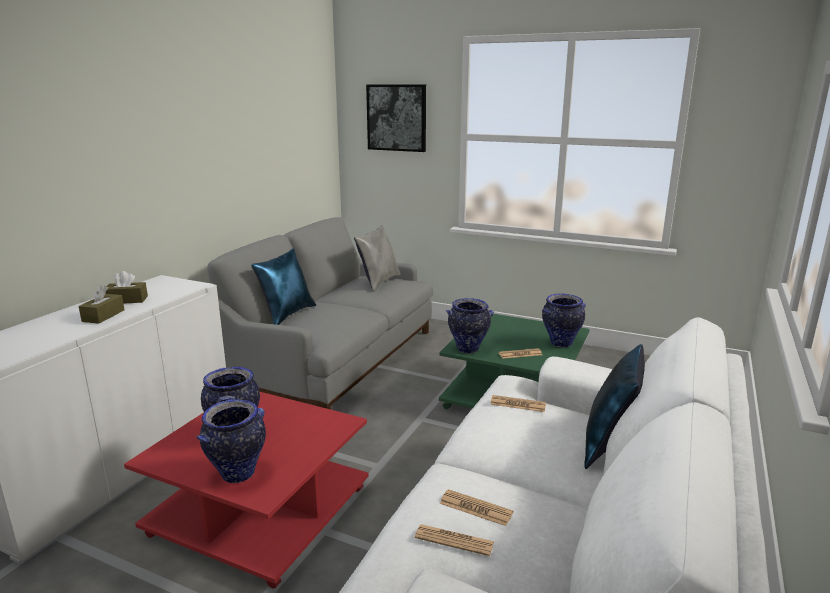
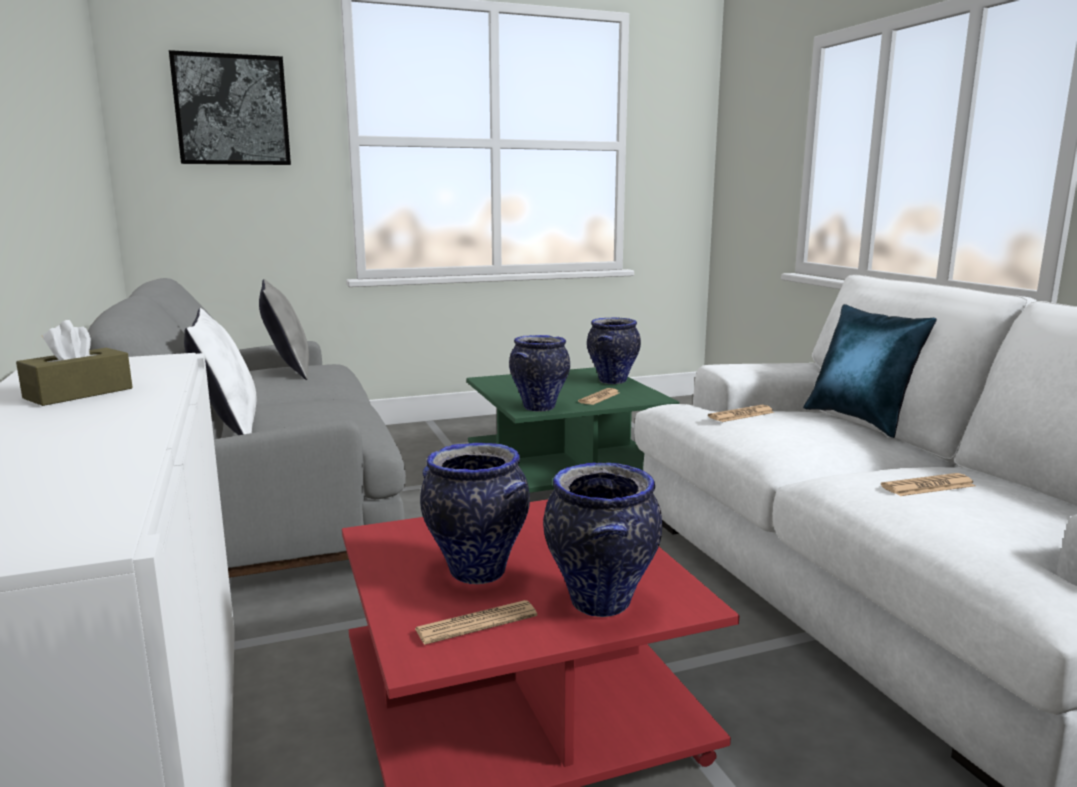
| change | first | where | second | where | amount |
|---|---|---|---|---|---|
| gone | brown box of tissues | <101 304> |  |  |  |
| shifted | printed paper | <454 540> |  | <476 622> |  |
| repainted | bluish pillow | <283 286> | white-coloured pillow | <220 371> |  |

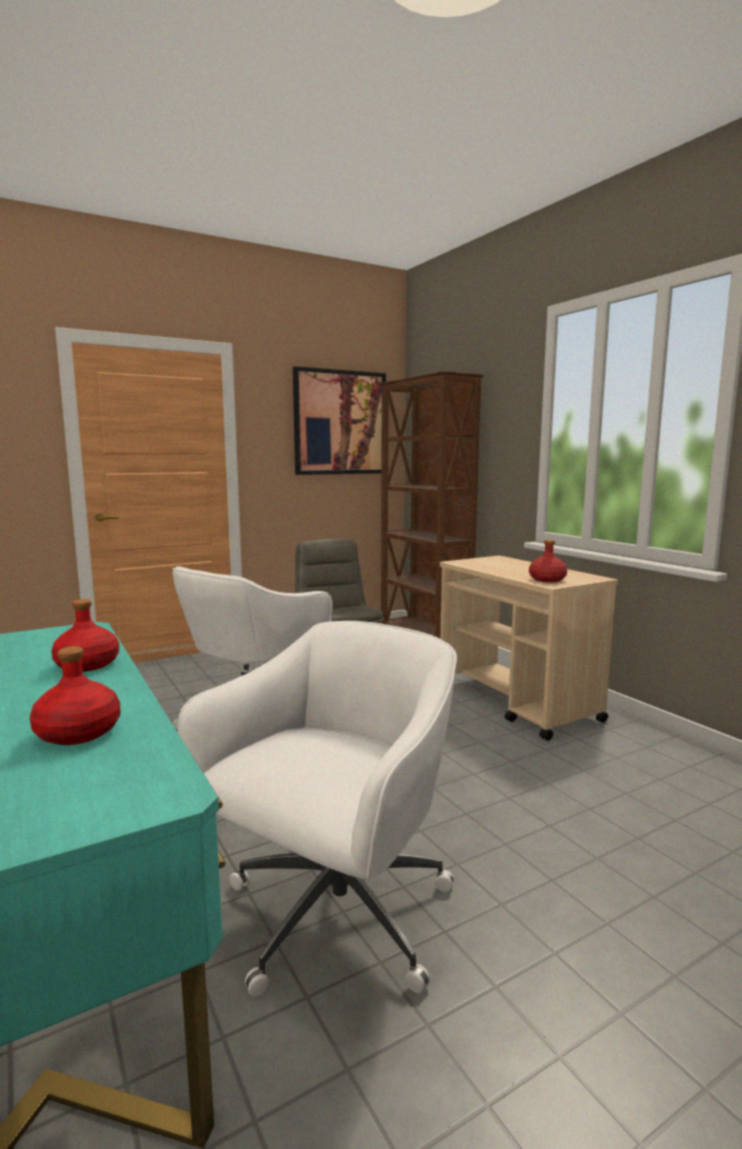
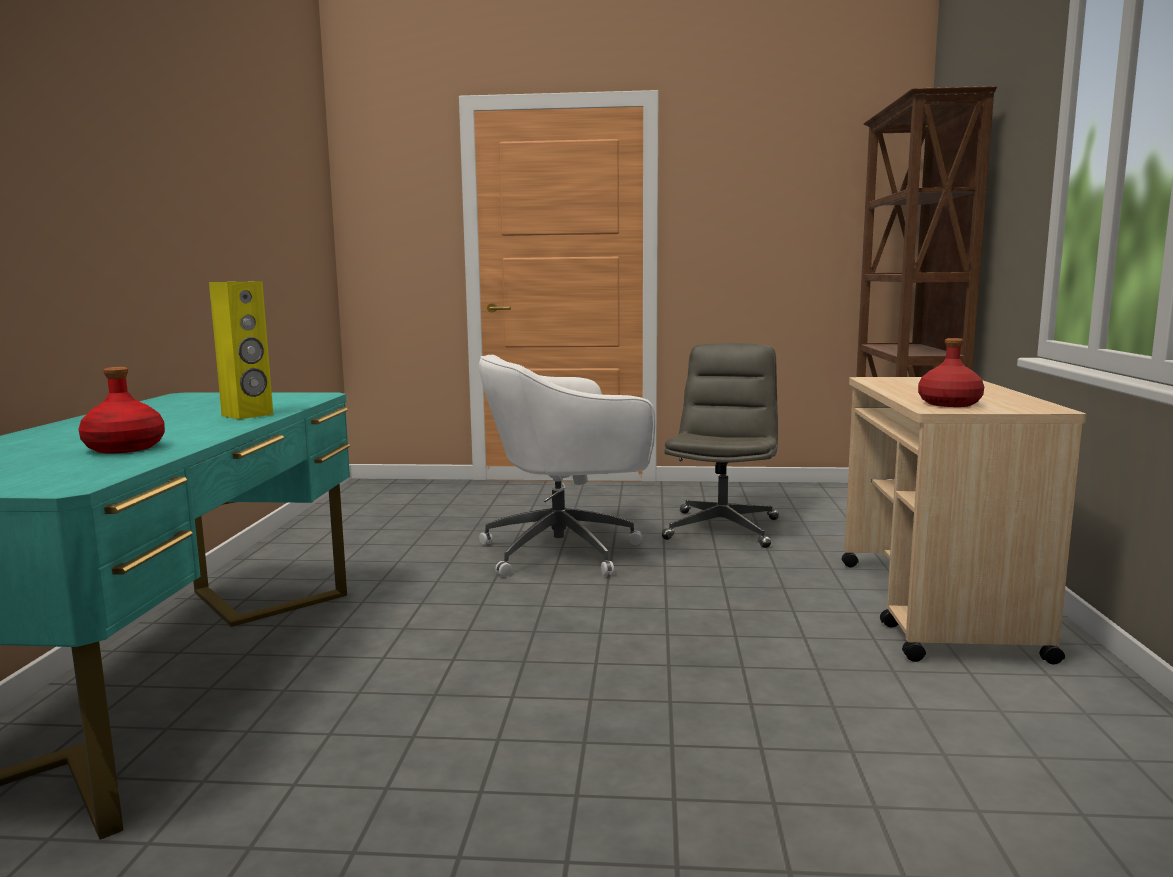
| change | first | where | second | where | amount |
|---|---|---|---|---|---|
| gone | white-coloured office chair | <317 809> |  |  |  |
| gone | wall art | <339 420> |  |  |  |
| swapped | red-coloured drink bottle | <85 635> | yellow loudspeaker | <241 350> |  |

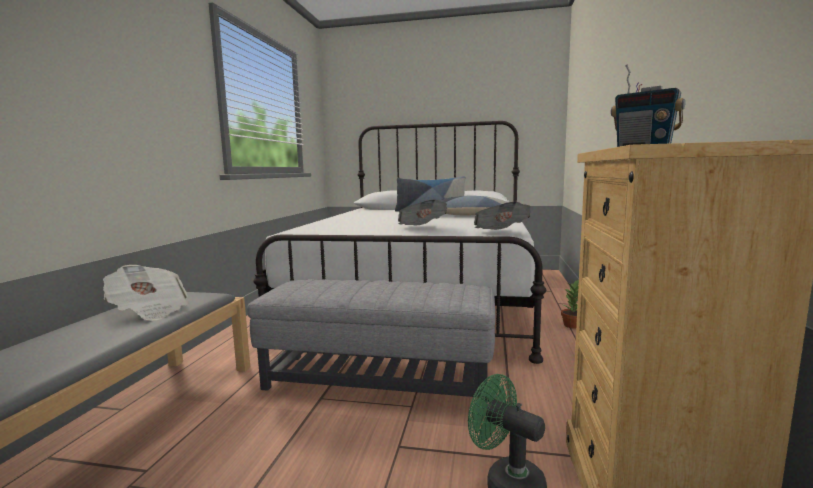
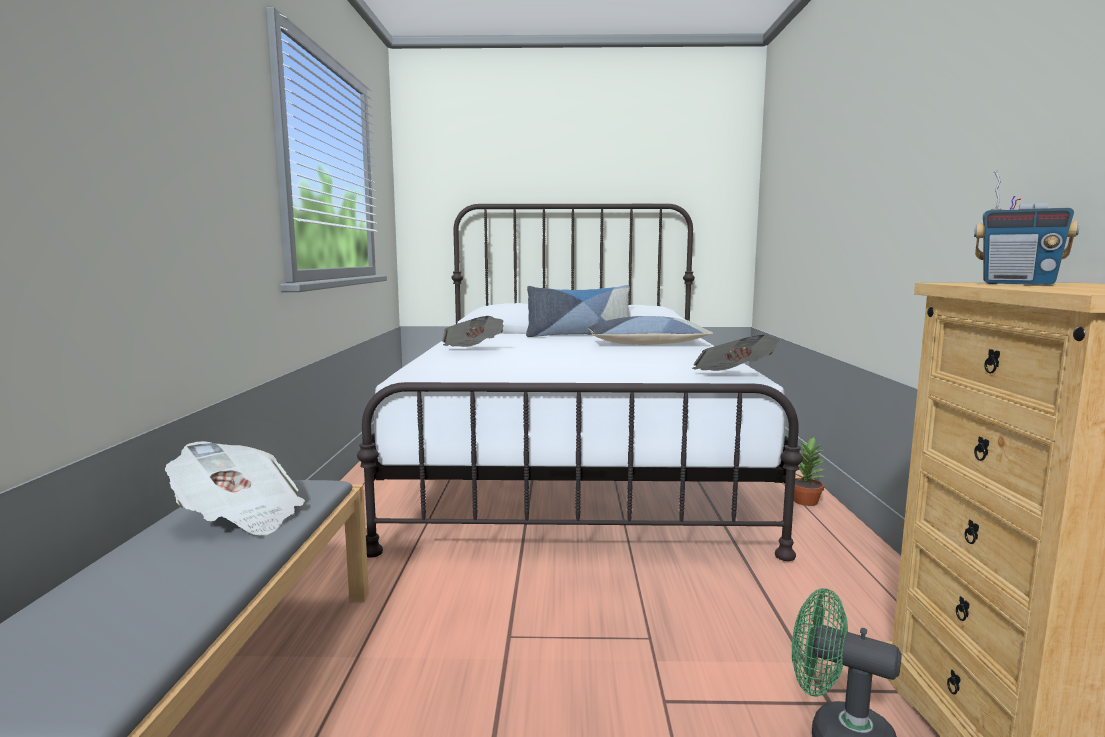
| change | first | where | second | where | amount |
|---|---|---|---|---|---|
| gone | grey footrest | <371 339> |  |  |  |
| shifted | printed paper | <422 212> |  | <473 331> |  |

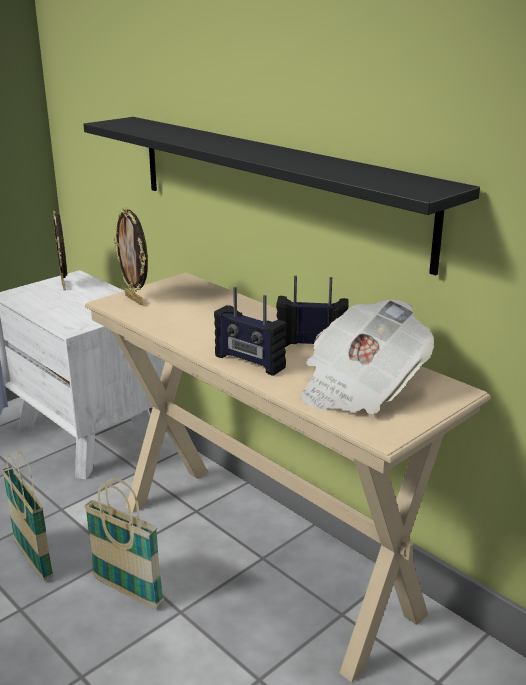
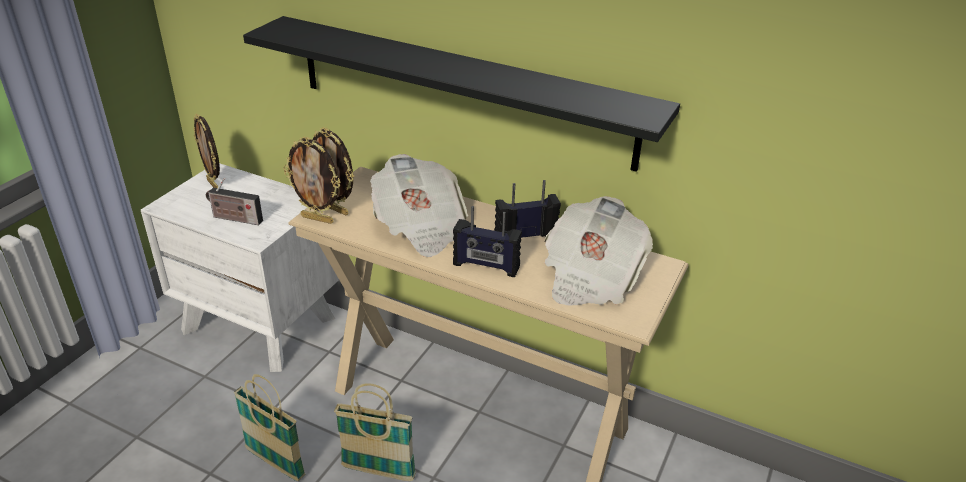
| change | first | where | second | where | amount |
|---|---|---|---|---|---|
| new |  |  | radio receiver | <234 201> |  |
| new |  |  | picture frame | <312 180> |  |
| new |  |  | printed paper | <419 205> |  |

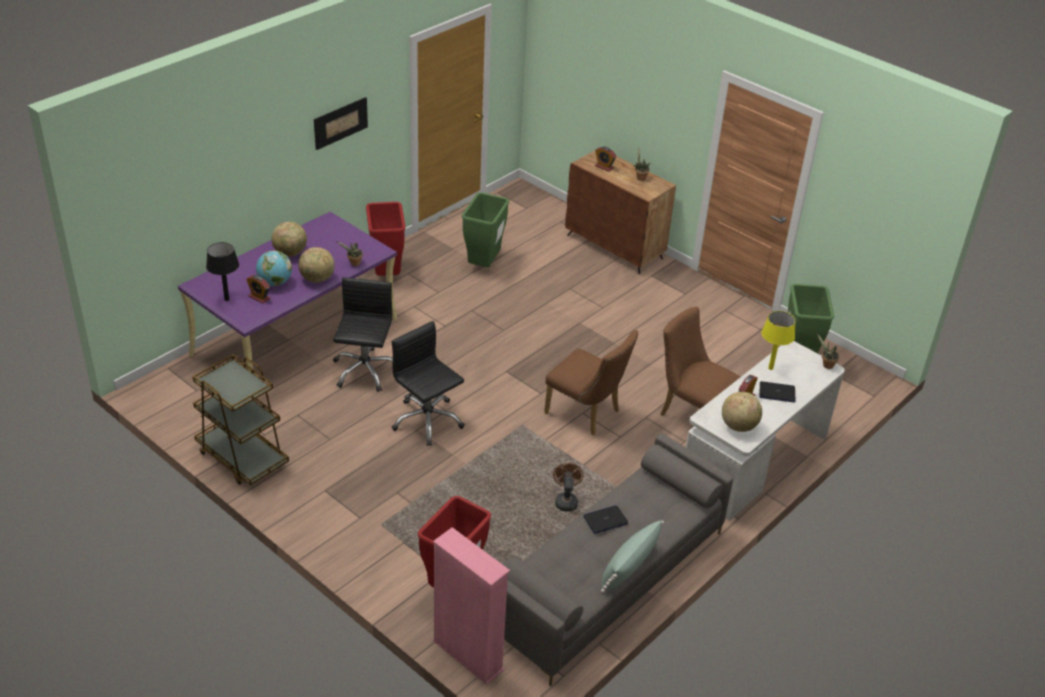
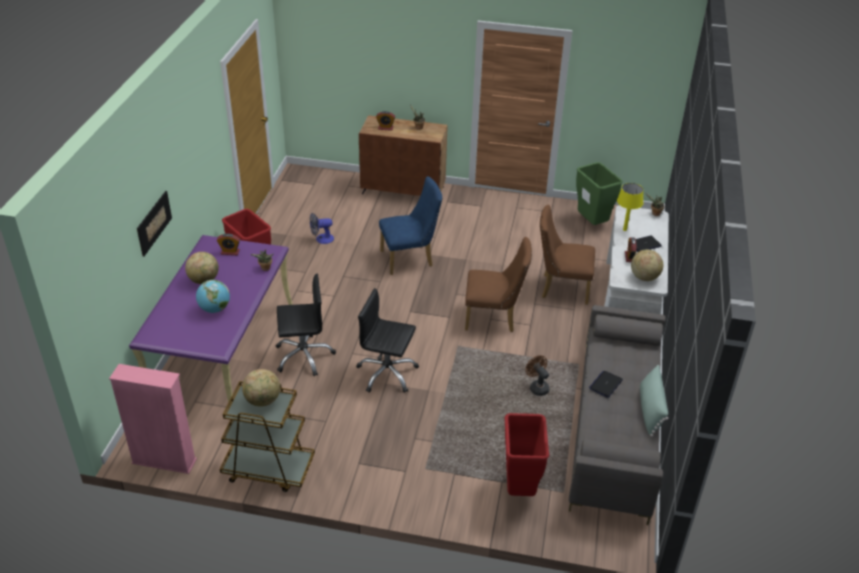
| change | first | where | second | where | amount |
|---|---|---|---|---|---|
| gone | black-coloured lamp for a table | <222 271> |  |  |  |
| new |  |  | bluish chair | <410 225> |  |
| shifted | table clock | <258 289> |  | <228 244> |  |
| shifted | globe | <316 265> |  | <261 388> |  |
| shifted | wall art | <341 123> |  | <154 224> |  |
| shifted | pink bookshelf | <471 606> |  | <153 419> |  |
| swapped | greenish waste bin | <485 229> | fan | <322 228> |  |
| rotated | black-coloured office chair | <363 334> |  | <306 325> | 105 degrees clockwise |

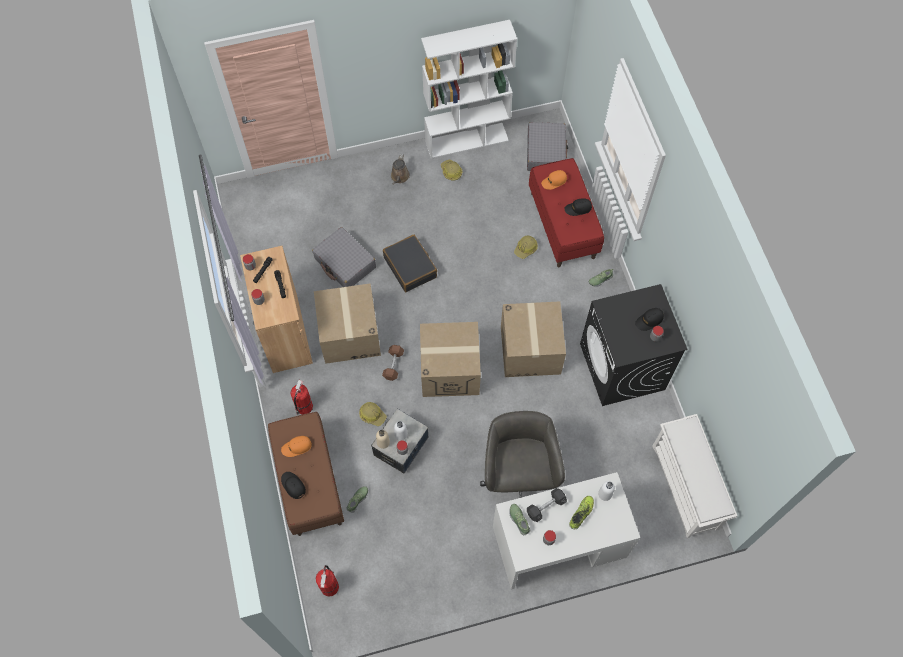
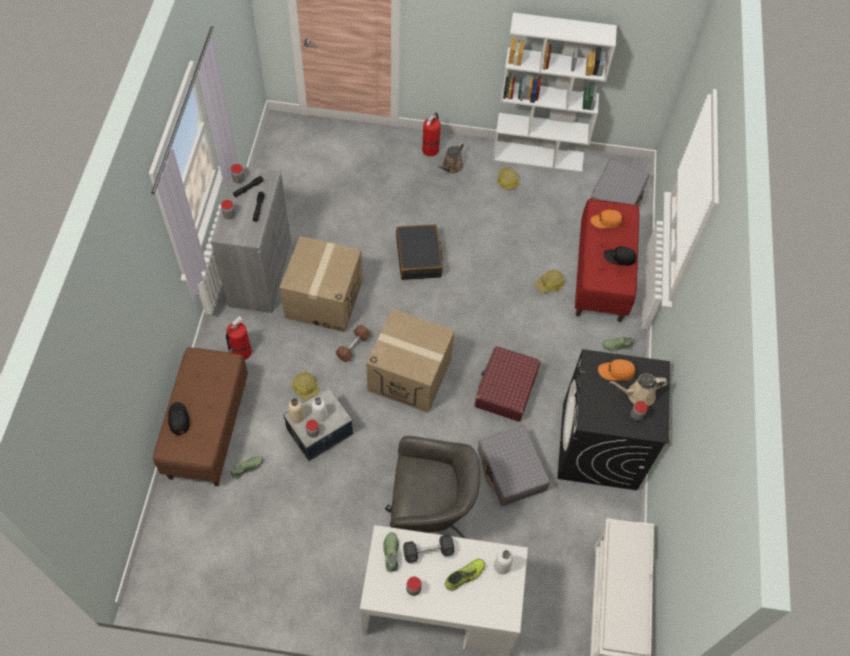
| change | first | where | second | where | amount |
|---|---|---|---|---|---|
| shifted | orange baseball cap | <296 446> |  | <616 370> |  |
| shifted | grey suitcase | <344 257> |  | <514 466> |  |
| shifted | fire extinguisher | <327 581> |  | <431 134> |  |
| swapped | packing box | <533 339> | red-coloured suitcase | <507 384> |  |
| swapped | black-coloured baseball cap | <649 319> | beige watering pot | <639 390> |  |
| repainted | brown cupboard | <276 309> | grey cupboard | <251 239> |  |
| rotated | grey office chair | <522 454> |  | <432 487> | 75 degrees clockwise |

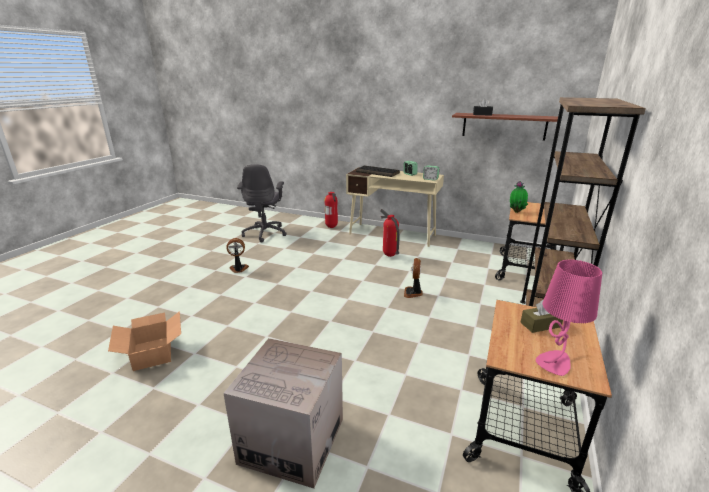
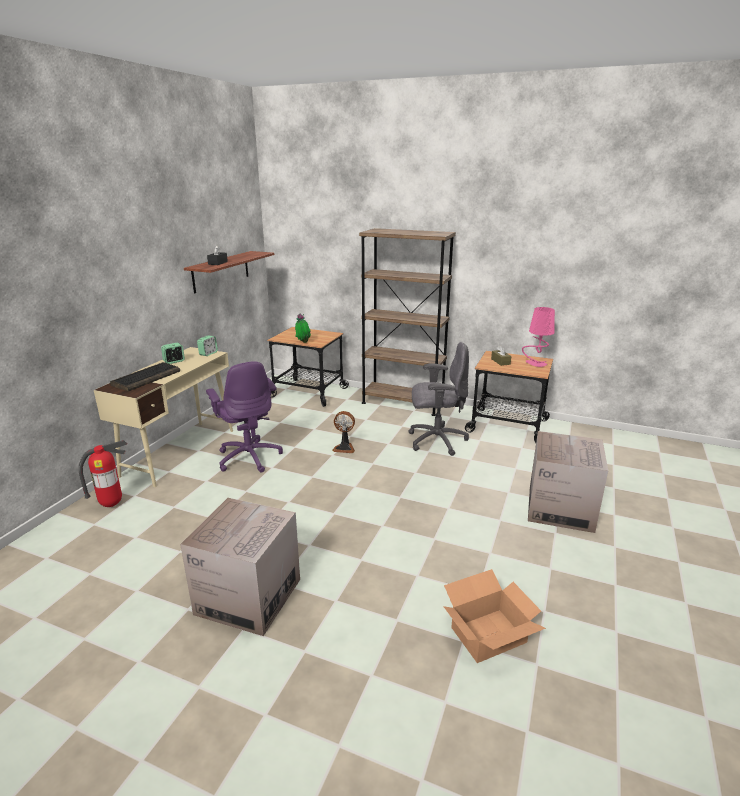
| change | first | where | second | where | amount |
|---|---|---|---|---|---|
| shifted | grey office chair | <262 203> |  | <438 399> |  |
| swapped | fan | <237 255> | packing box | <240 567> |  |
| swapped | fire extinguisher | <390 233> | purple-coloured office chair | <244 417> |  |

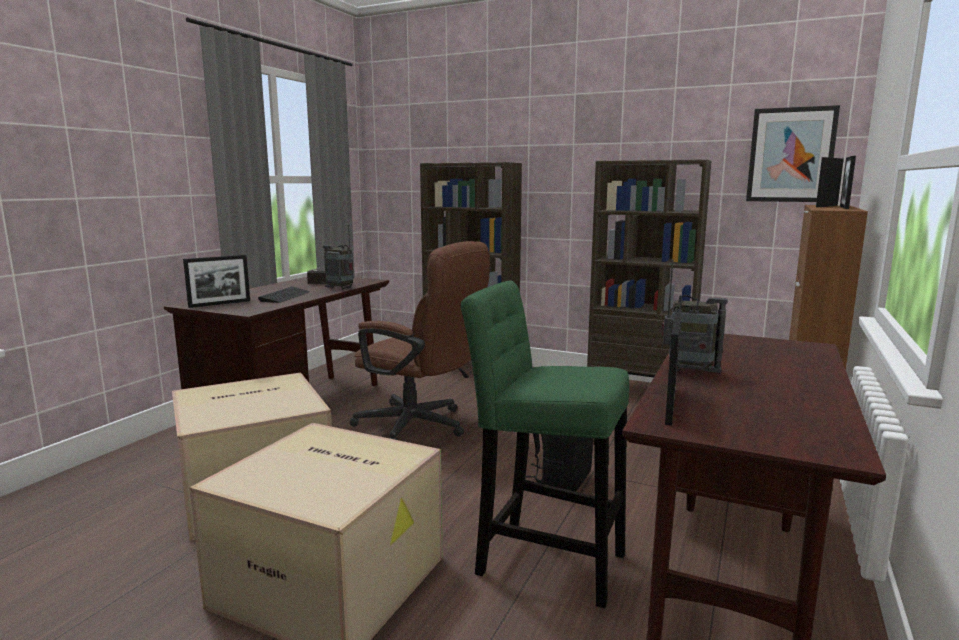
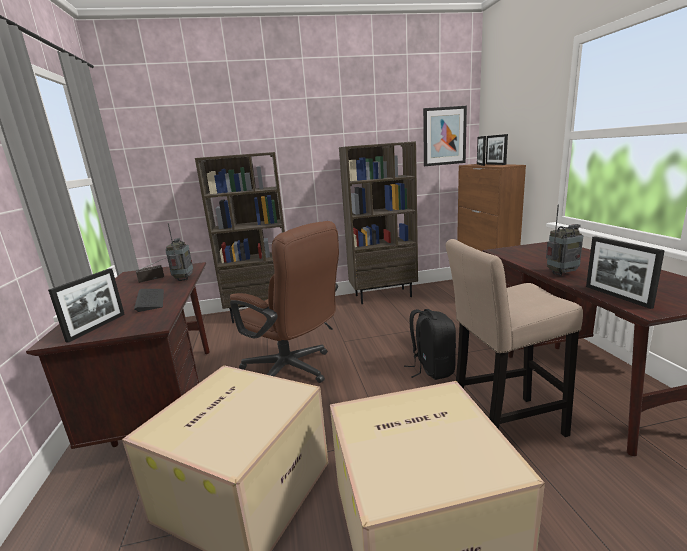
| change | first | where | second | where | amount |
|---|---|---|---|---|---|
| repainted | greenish stool seat | <545 444> | beige stool seat | <514 338> |  |
| rotated | radio receiver | <338 257> |  | <179 252> | 90 degrees clockwise |
| rotated | brown office chair | <420 340> |  | <284 302> | 45 degrees clockwise |

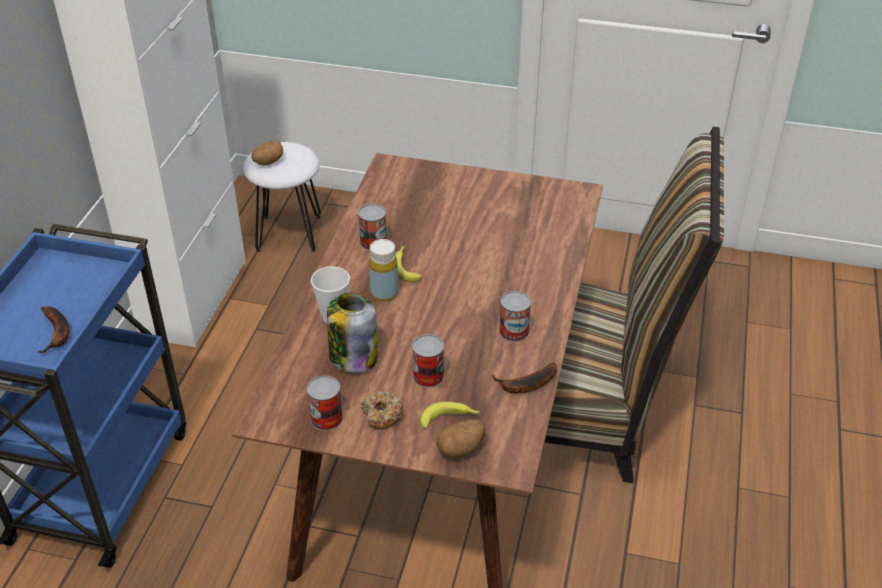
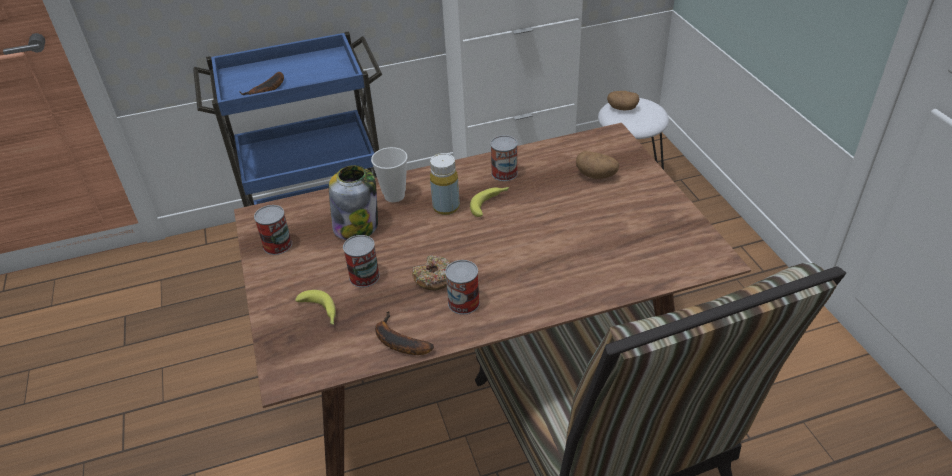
| change | first | where | second | where | amount |
|---|---|---|---|---|---|
| shifted | doughnut | <382 410> |  | <431 273> |  |
| shifted | potato | <460 439> |  | <597 165> |  |

